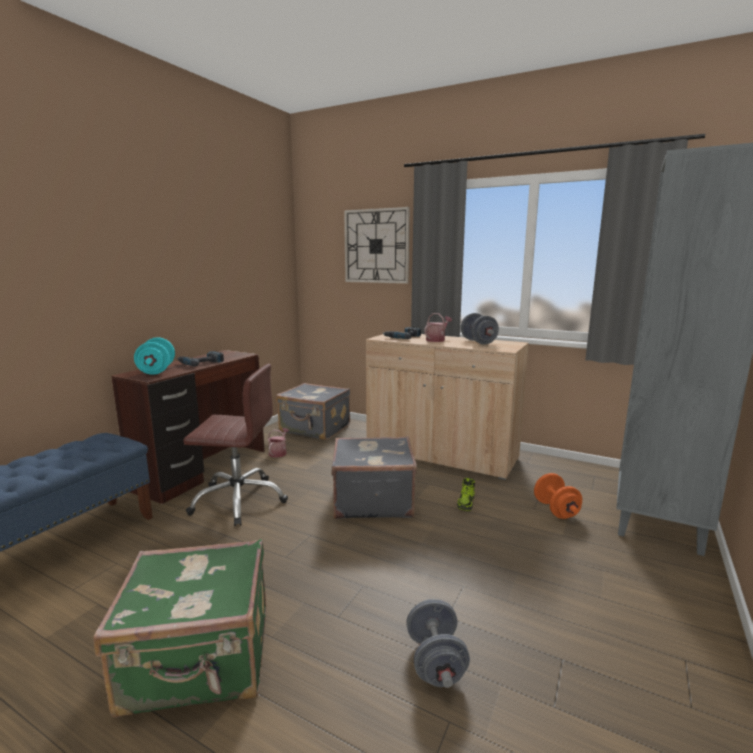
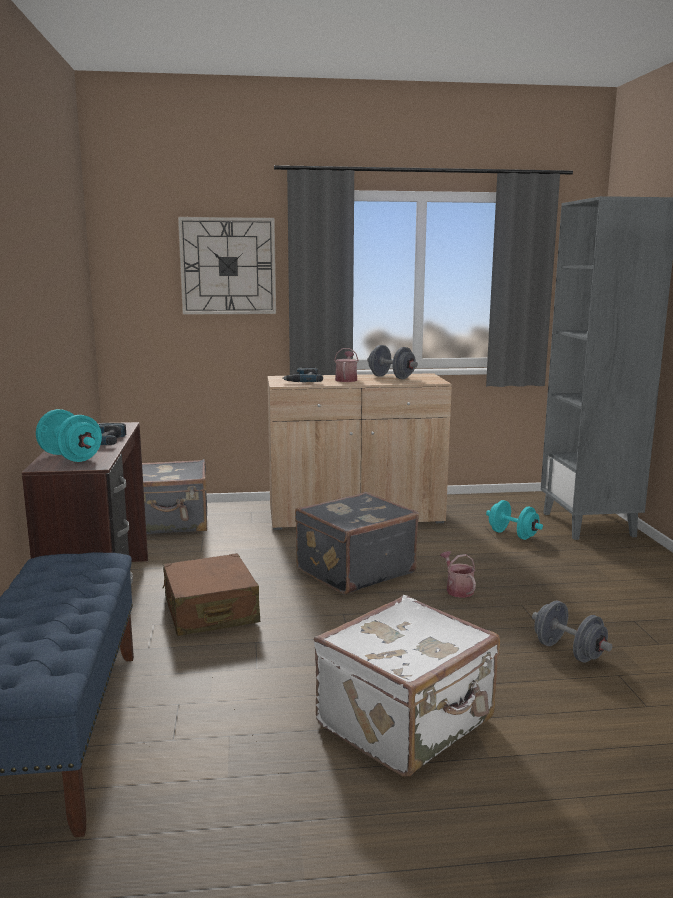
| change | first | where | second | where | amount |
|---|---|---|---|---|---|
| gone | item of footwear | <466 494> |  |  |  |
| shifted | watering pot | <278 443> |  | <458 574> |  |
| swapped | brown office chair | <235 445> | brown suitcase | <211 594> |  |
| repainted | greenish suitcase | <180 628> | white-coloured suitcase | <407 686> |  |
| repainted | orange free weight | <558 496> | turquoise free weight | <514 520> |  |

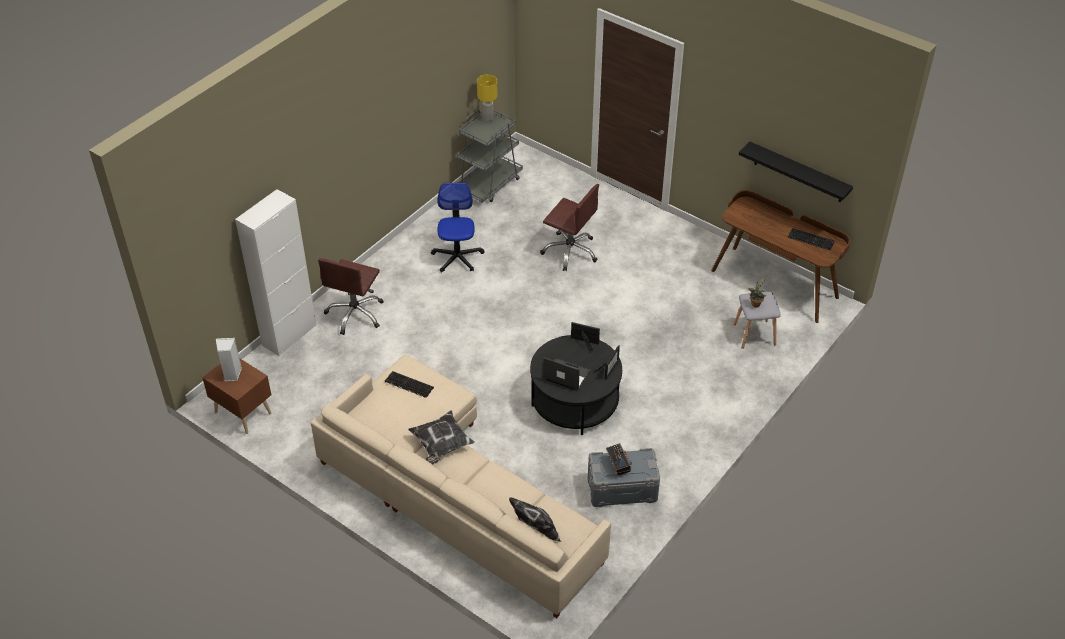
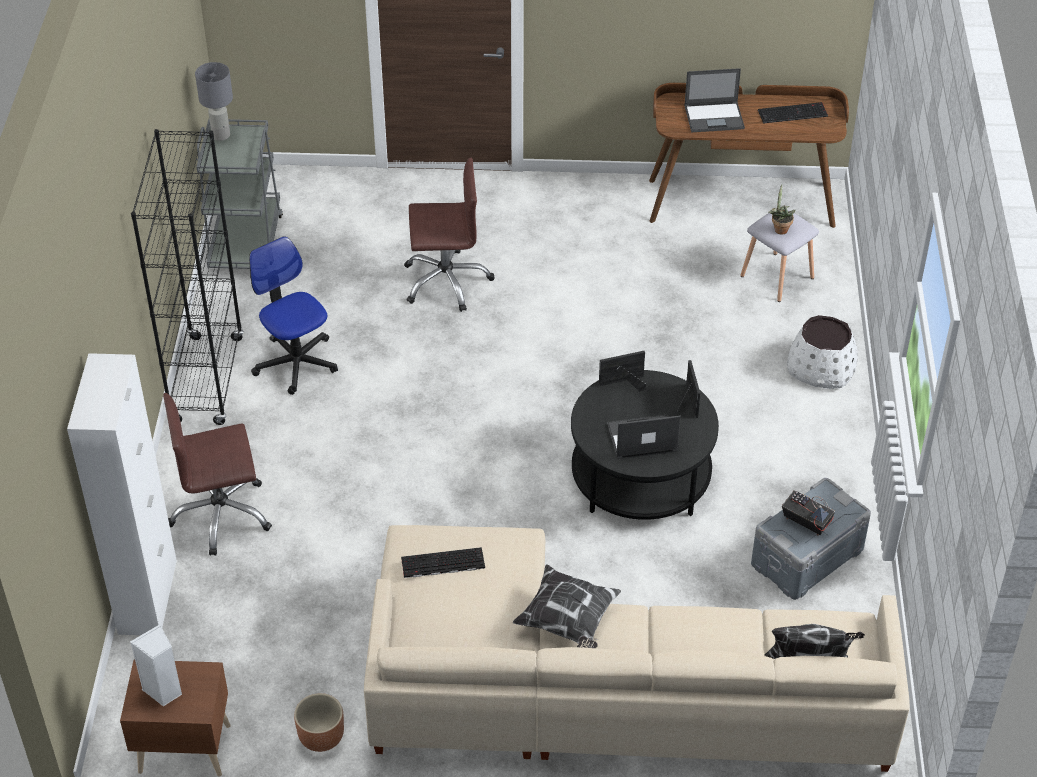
| change | first | where | second | where | amount |
|---|---|---|---|---|---|
| gone | black-coloured bracket shelf | <796 172> |  |  |  |
| new |  |  | black-coloured bookshelf | <187 277> |  |
| new |  |  | brown flower pot | <319 722> |  |
| new |  |  | laptop | <714 100> |  |
| new |  |  | white-coloured flower pot | <822 352> |  |
| repainted | yellow lamp for a table | <487 98> | grey lamp for a table | <214 101> |  |
| rotated | brown office chair | <351 296> |  | <217 474> | 90 degrees clockwise |

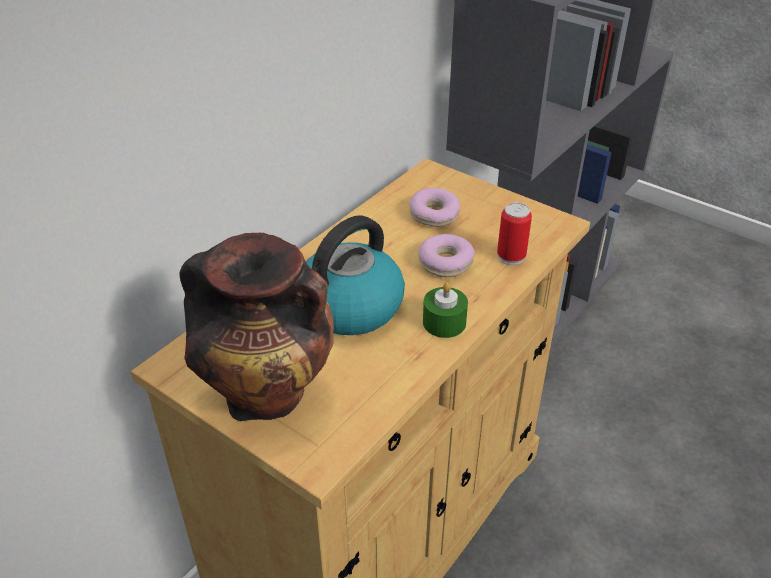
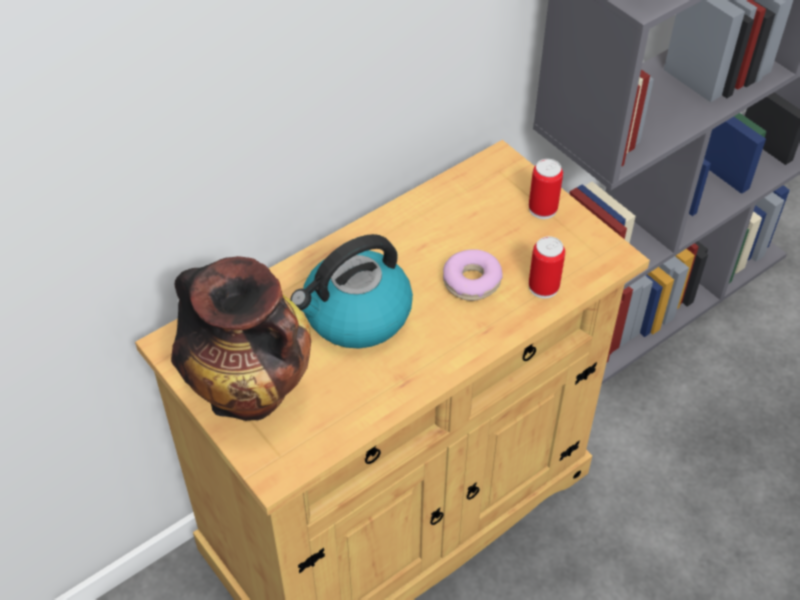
| change | first | where | second | where | amount |
|---|---|---|---|---|---|
| gone | doughnut | <435 207> |  |  |  |
| gone | greenish candle | <445 310> |  |  |  |
| new |  |  | sealed can | <546 189> |  |

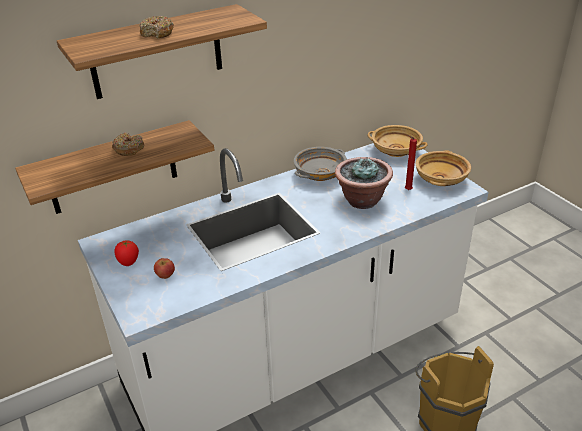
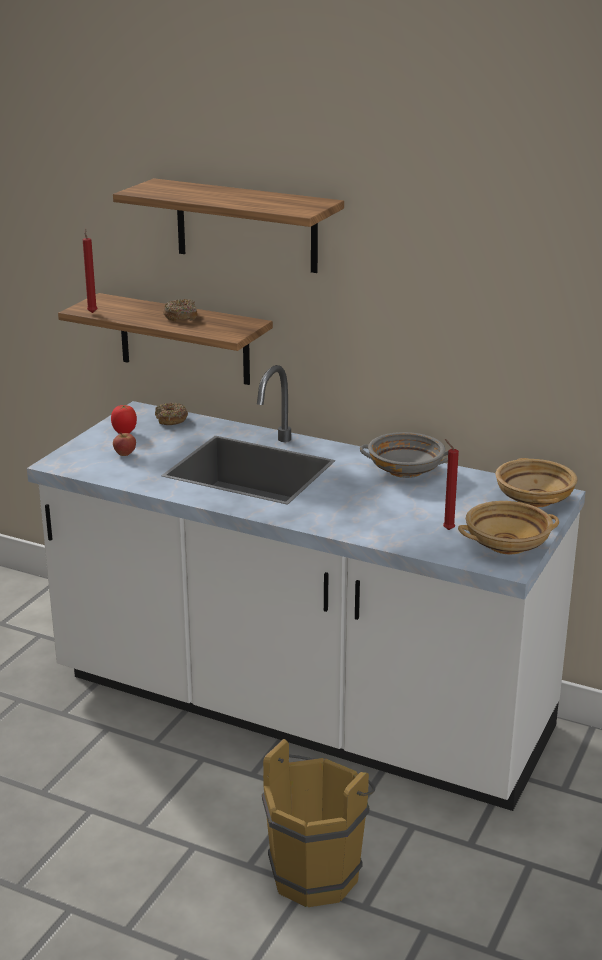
| change | first | where | second | where | amount |
|---|---|---|---|---|---|
| gone | plant in a pot | <364 183> |  |  |  |
| new |  |  | red-coloured candle | <90 270> |  |
| shifted | doughnut | <157 27> |  | <171 413> |  |

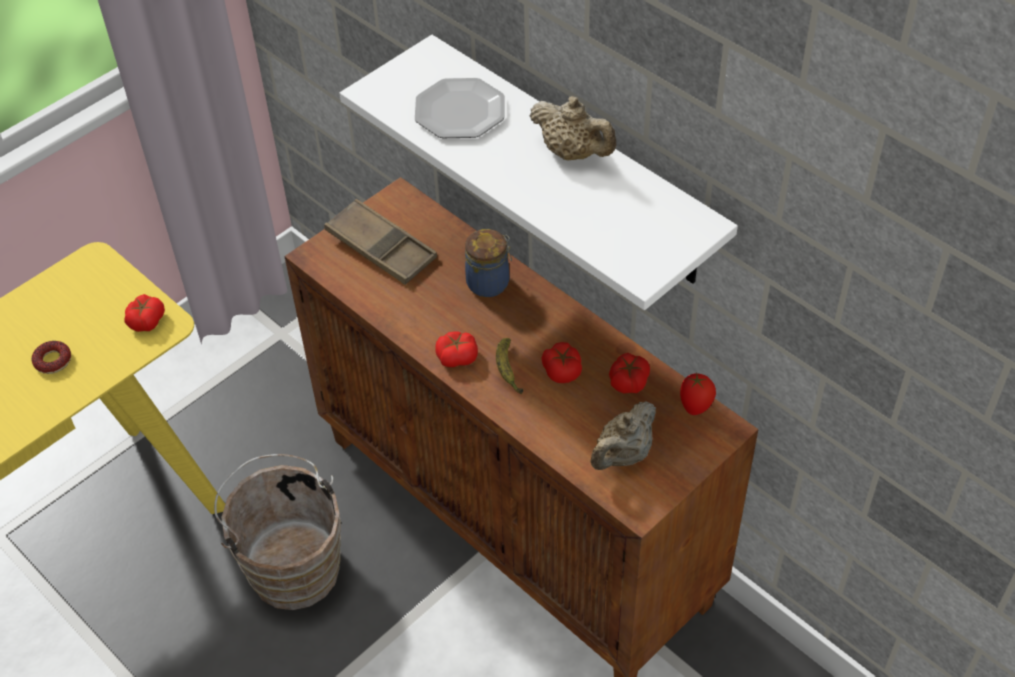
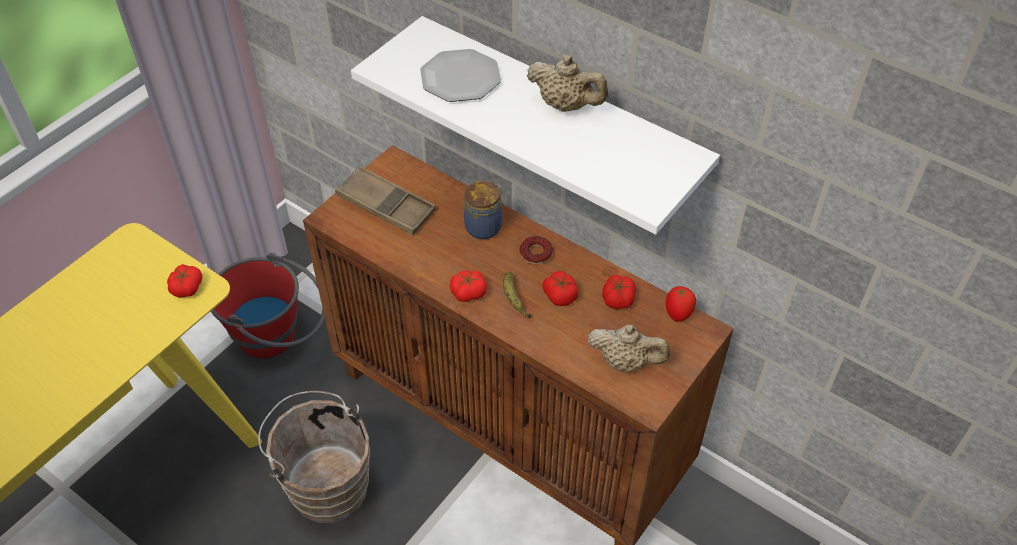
| change | first | where | second | where | amount |
|---|---|---|---|---|---|
| new |  |  | red-coloured bucket | <268 305> |  |
| shifted | doughnut | <51 357> |  | <536 250> |  |
| rotated | beige teapot | <623 435> |  | <629 349> | 105 degrees counterclockwise |

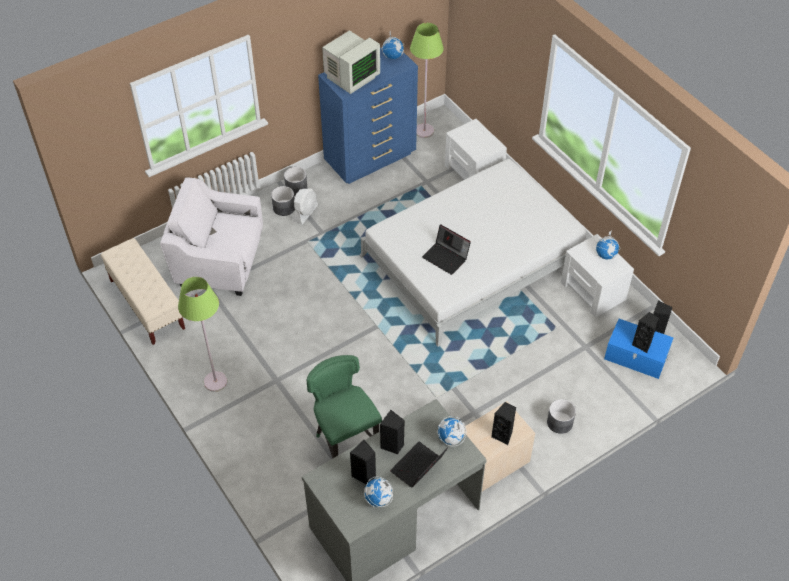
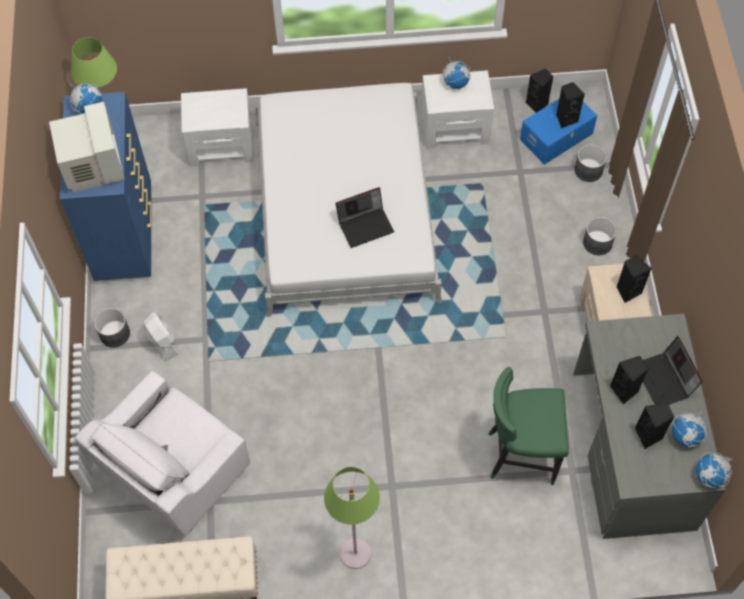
| change | first | where | second | where | amount |
|---|---|---|---|---|---|
| shifted | grey flower pot | <283 201> |  | <590 163> |  |
| shifted | globe | <451 431> |  | <714 470> |  |

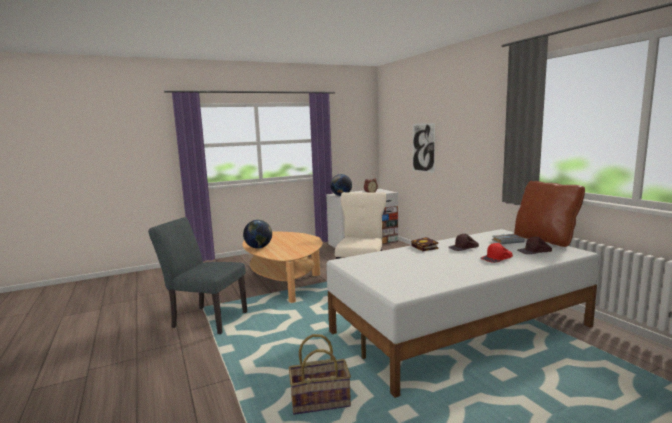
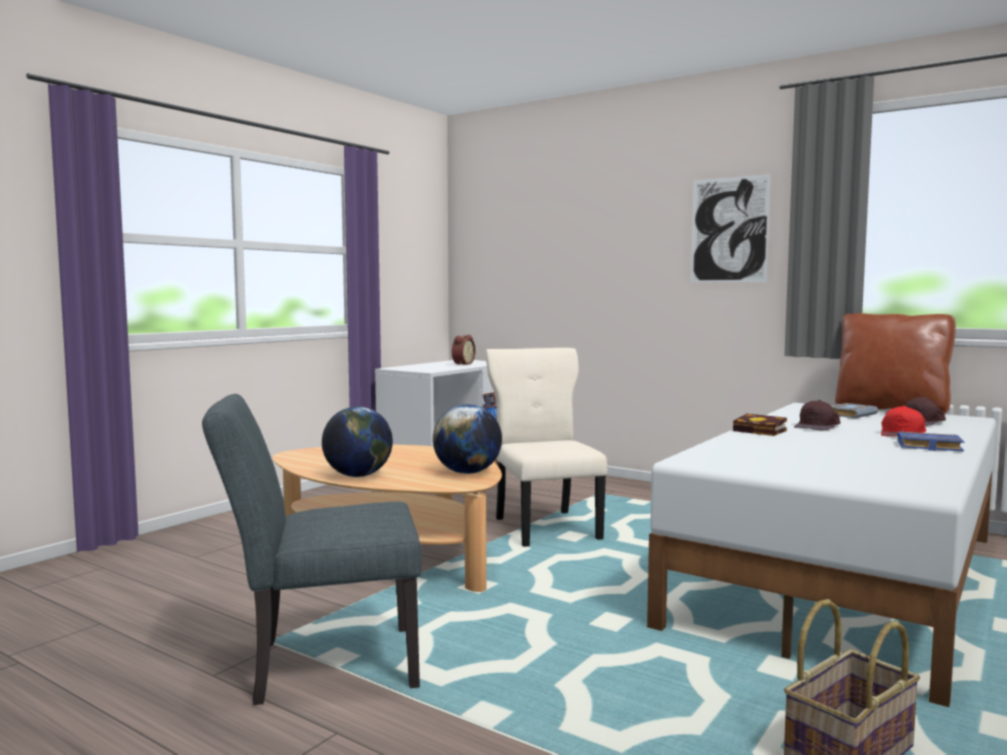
| change | first | where | second | where | amount |
|---|---|---|---|---|---|
| new |  |  | bluish volume | <931 441> |  |
| shifted | globe | <341 185> |  | <467 439> |  |
| shifted | wall art | <424 148> |  | <731 228> |  |

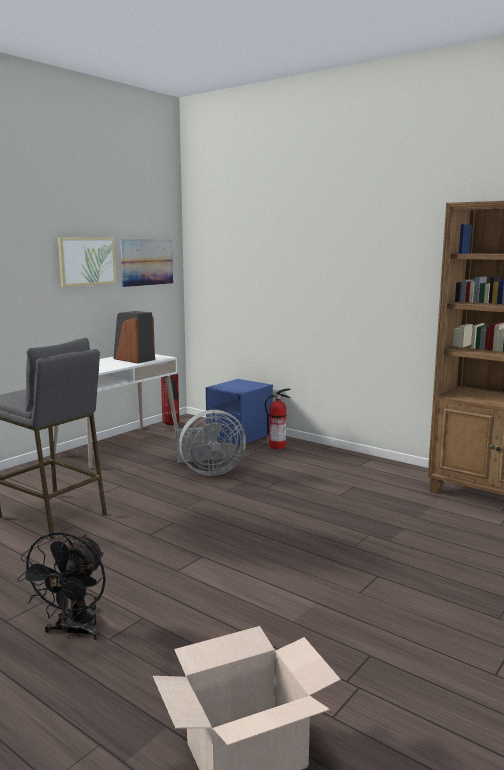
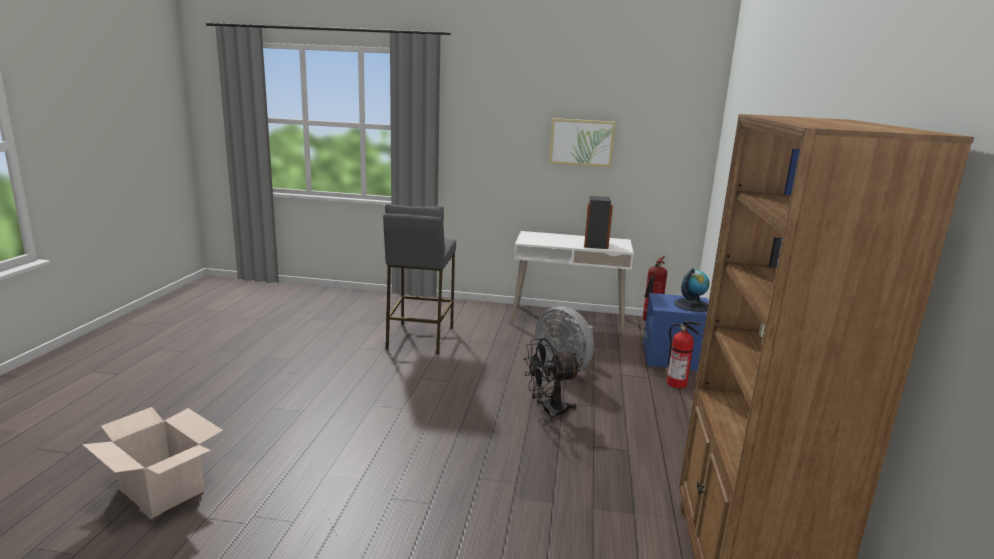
| change | first | where | second | where | amount |
|---|---|---|---|---|---|
| gone | wall art | <146 263> |  |  |  |
| new |  |  | globe | <691 290> |  |
| shifted | black-coloured fan | <61 586> |  | <552 380> |  |

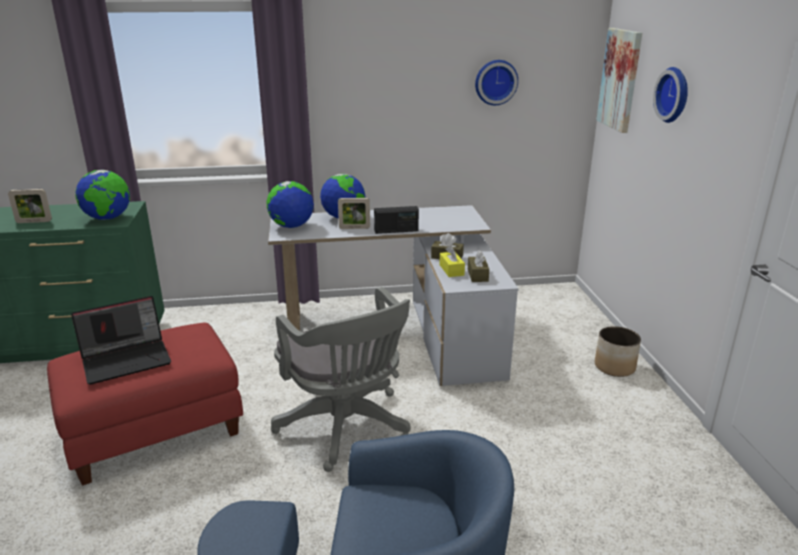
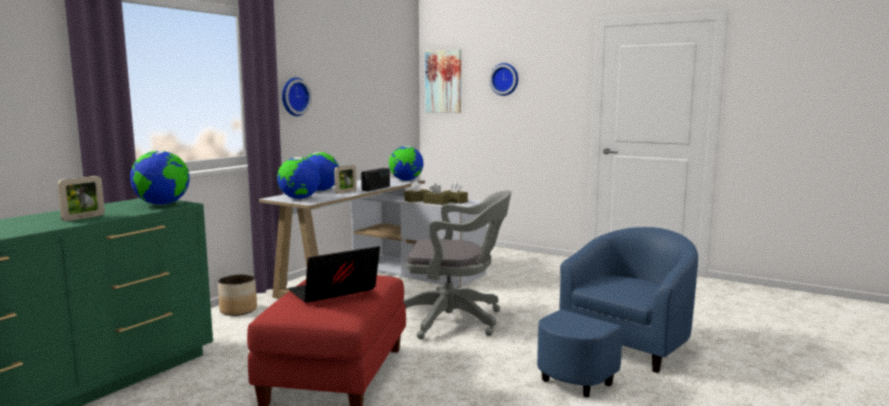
| change | first | where | second | where | amount |
|---|---|---|---|---|---|
| new |  |  | globe | <406 163> |  |
| shifted | hanging clock | <496 82> |  | <297 96> |  |
| shifted | flower pot | <618 351> |  | <237 295> |  |
| repainted | yellow box of tissues | <452 261> | brown box of tissues | <436 194> |  |
| rotated | laptop | <121 340> |  | <334 274> | 135 degrees counterclockwise |

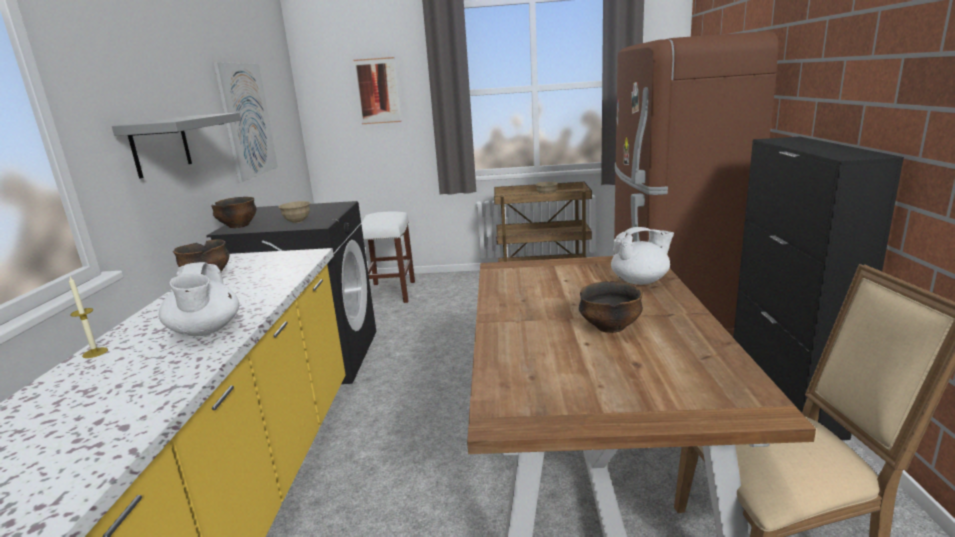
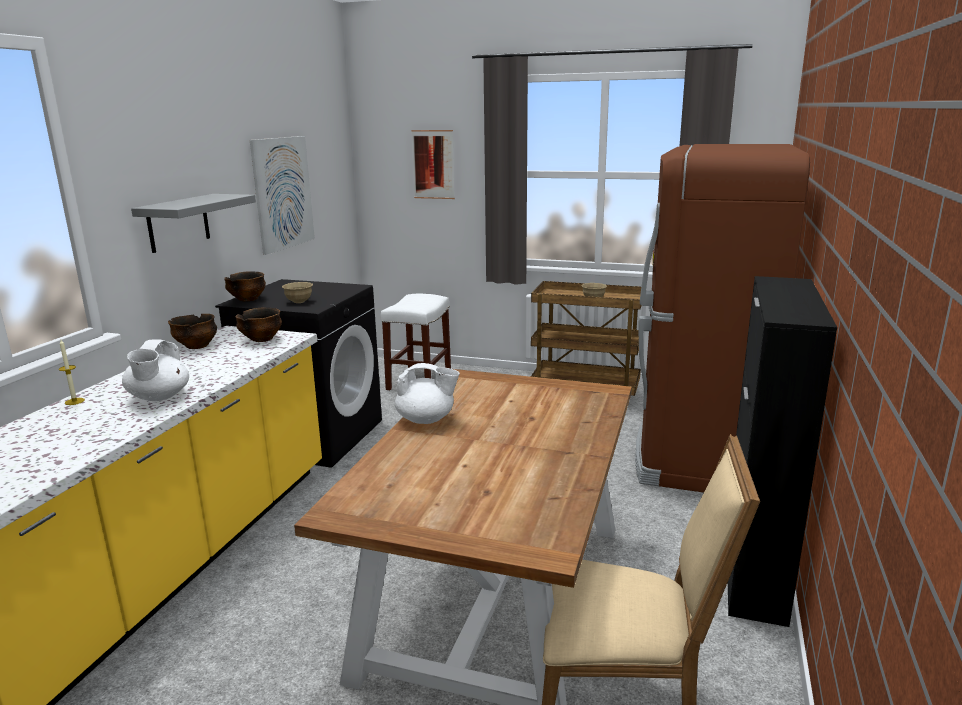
| change | first | where | second | where | amount |
|---|---|---|---|---|---|
| shifted | deep dish | <611 307> |  | <258 324> |  |
| shifted | white-coloured teapot | <642 256> |  | <427 393> |  |

